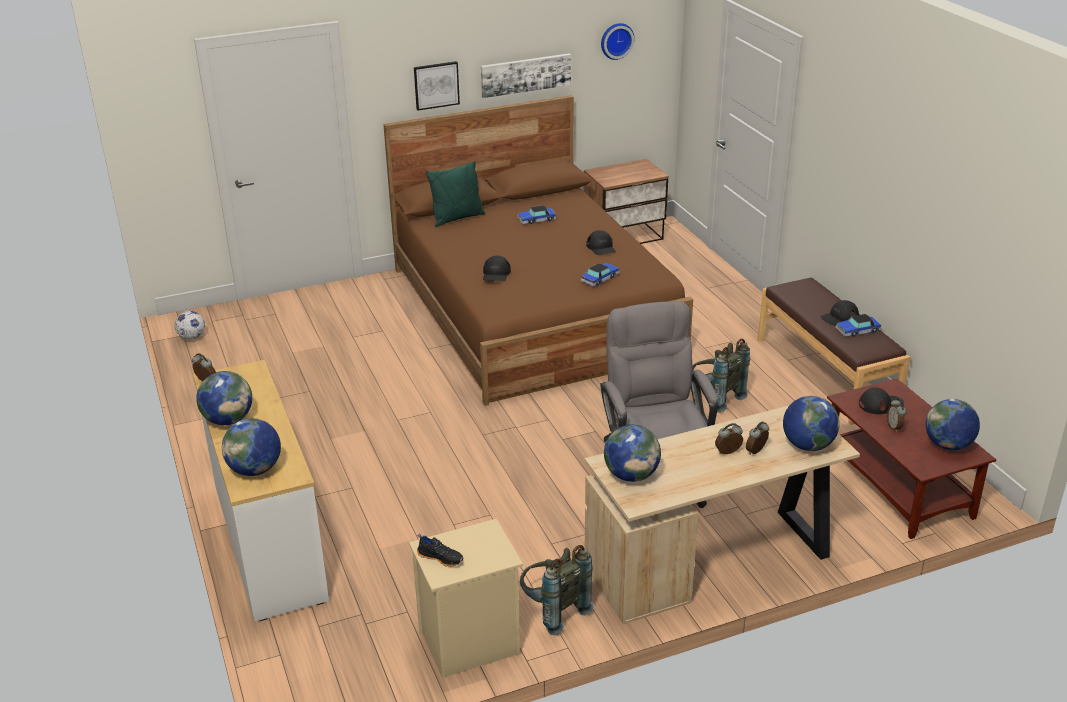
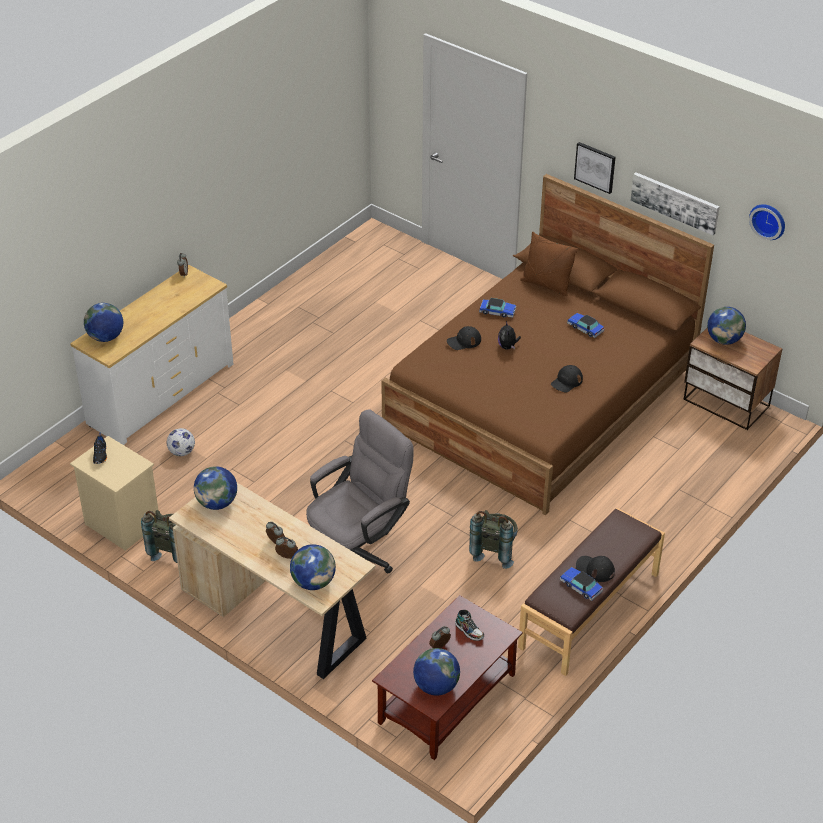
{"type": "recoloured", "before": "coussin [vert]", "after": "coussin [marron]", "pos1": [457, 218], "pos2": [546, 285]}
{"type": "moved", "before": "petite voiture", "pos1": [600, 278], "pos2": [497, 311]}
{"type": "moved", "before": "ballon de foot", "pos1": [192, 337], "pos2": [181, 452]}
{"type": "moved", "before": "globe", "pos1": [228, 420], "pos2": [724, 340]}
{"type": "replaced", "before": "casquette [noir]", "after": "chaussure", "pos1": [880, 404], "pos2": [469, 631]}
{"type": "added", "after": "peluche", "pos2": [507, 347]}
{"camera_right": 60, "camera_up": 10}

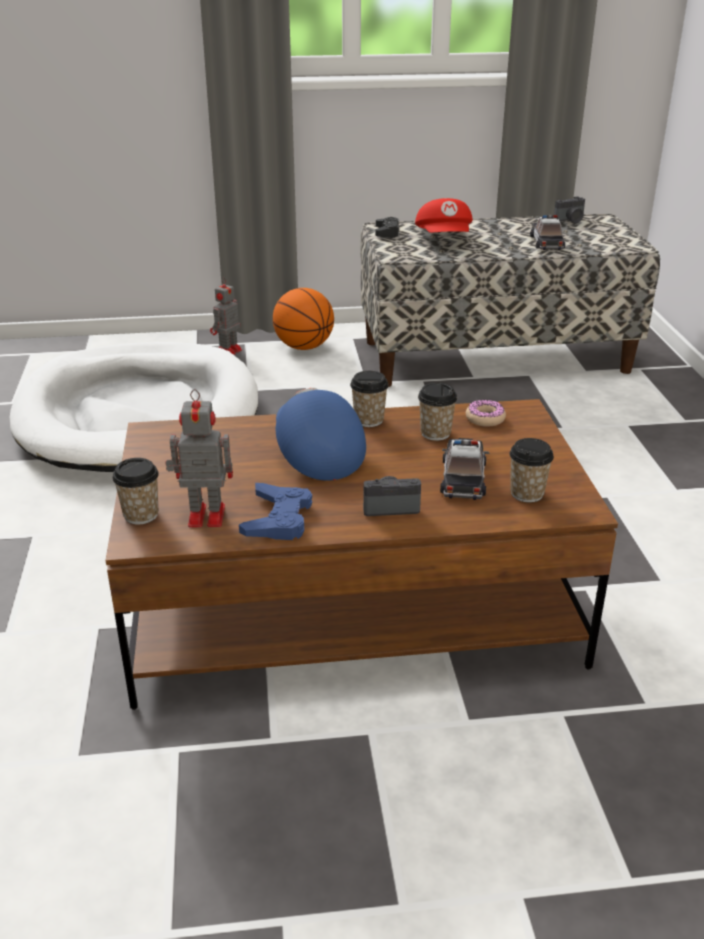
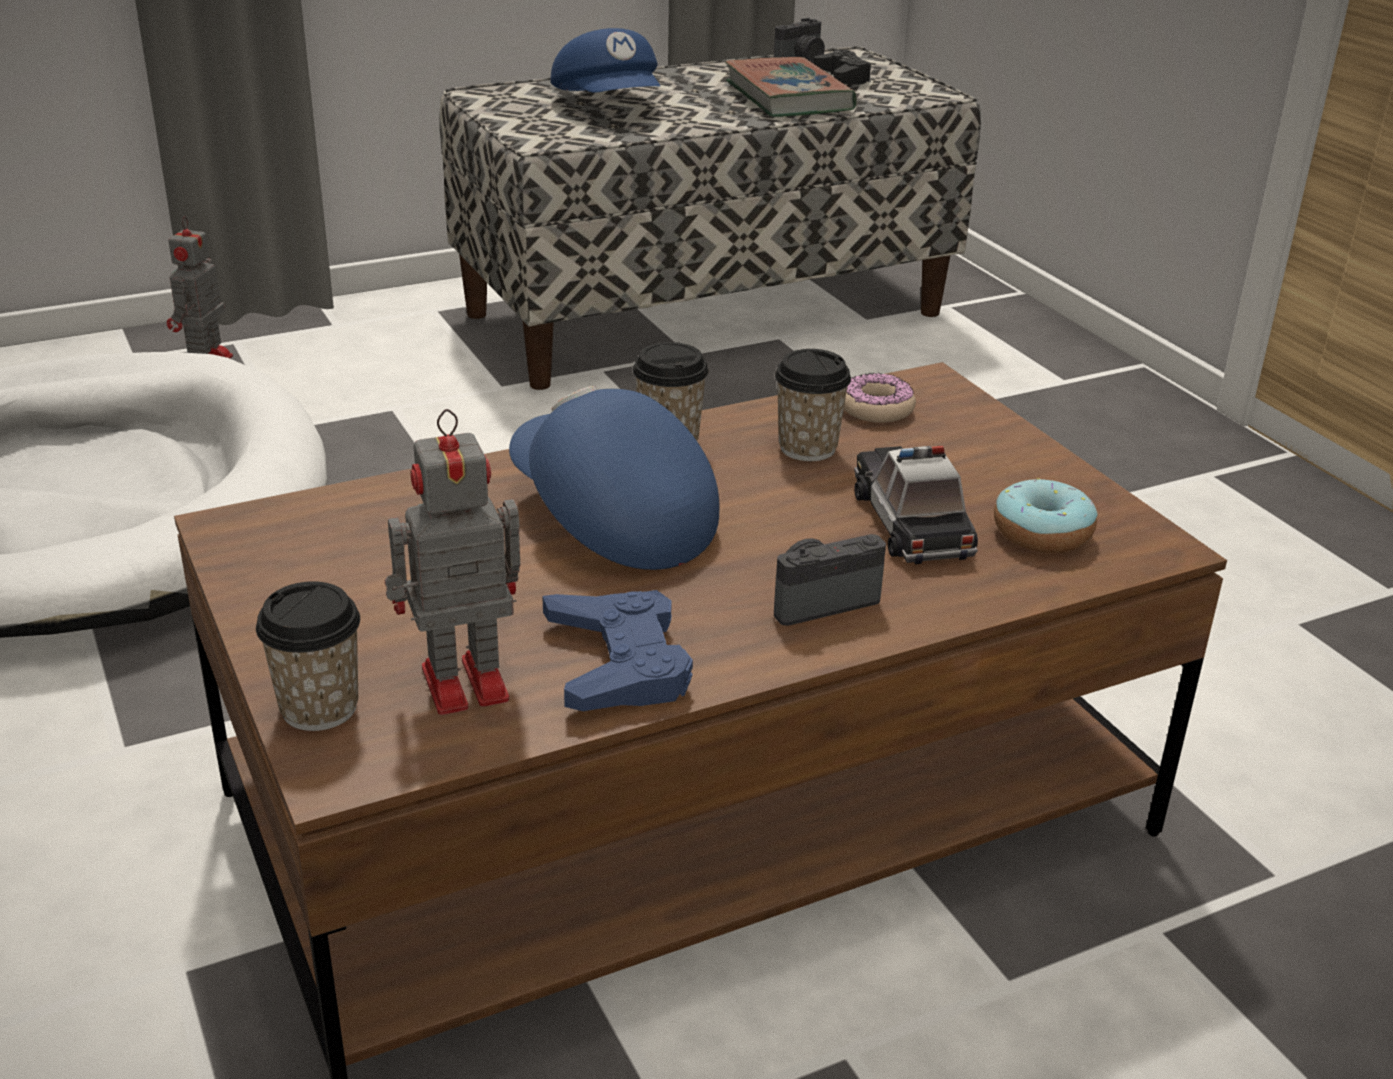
{"type": "recoloured", "before": "casquette [rouge]", "after": "casquette [bleu]", "pos1": [444, 238], "pos2": [610, 105]}
{"type": "replaced", "before": "petite voiture", "after": "livre", "pos1": [547, 242], "pos2": [788, 97]}
{"type": "moved", "before": "manette [noir]", "pos1": [387, 233], "pos2": [842, 77]}
{"type": "removed", "before": "ballon de basket", "pos1": [304, 347]}
{"type": "replaced", "before": "tasse", "after": "beignet", "pos1": [527, 493], "pos2": [1042, 533]}
{"camera_right": -20, "camera_up": 0}

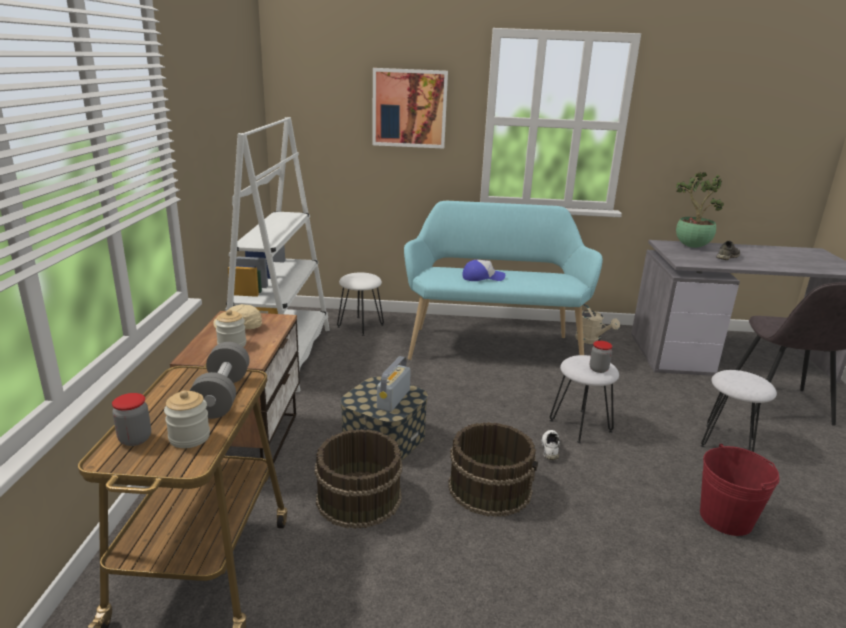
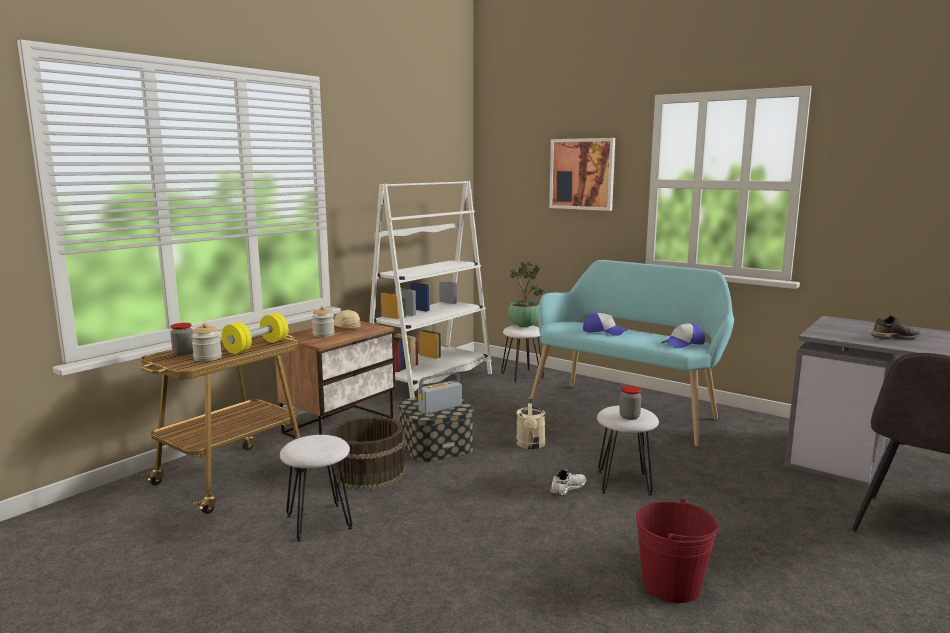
{"type": "moved", "before": "plante en pot", "pos1": [691, 246], "pos2": [523, 326]}
{"type": "moved", "before": "arrosoir [beige]", "pos1": [591, 340], "pos2": [530, 445]}
{"type": "recoloured", "before": "haltère [gris]", "after": "haltère [jaune]", "pos1": [222, 396], "pos2": [256, 346]}
{"type": "moved", "before": "tabouret [blanc]", "pos1": [728, 443], "pos2": [318, 522]}
{"type": "removed", "before": "seau [marron]", "pos1": [490, 488]}
{"type": "added", "after": "casquette", "pos2": [683, 343]}
{"camera_right": 35, "camera_up": -10}

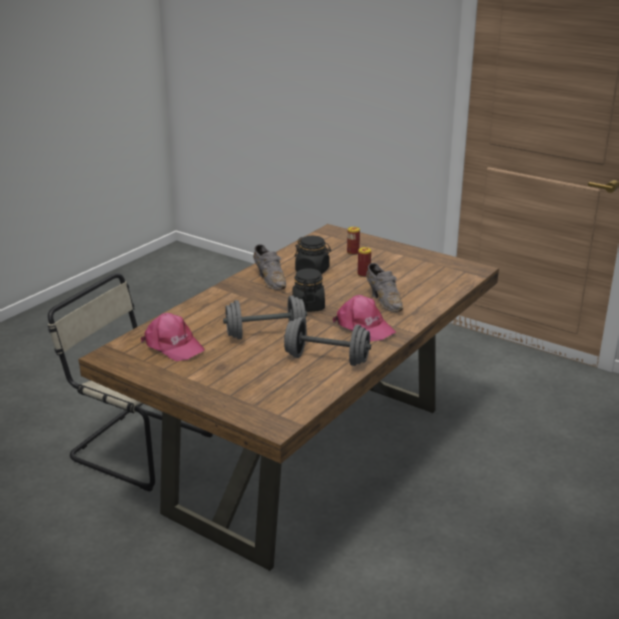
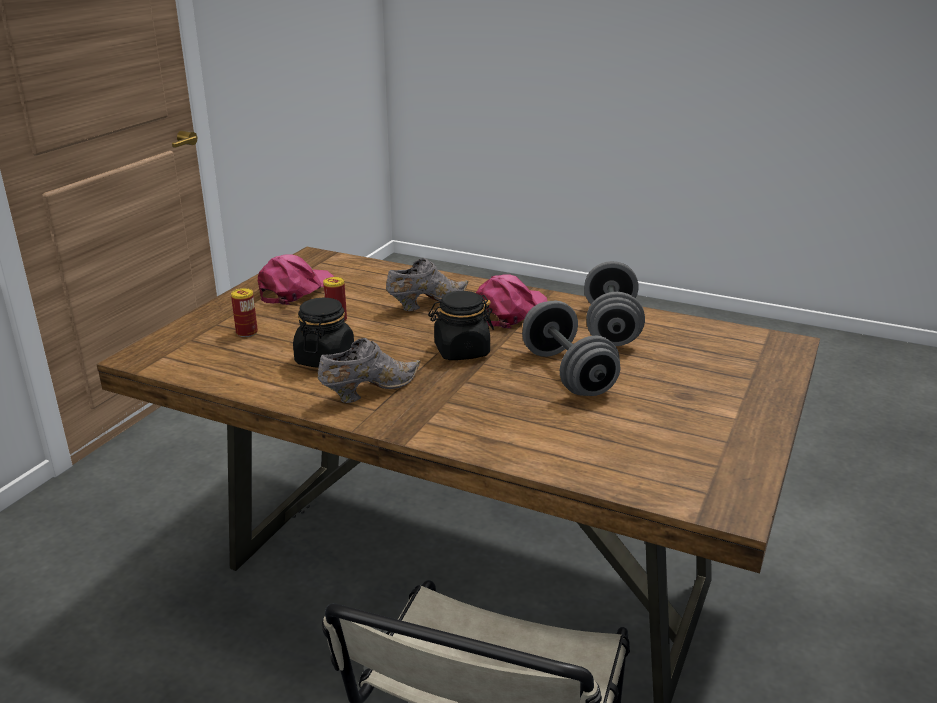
{"type": "moved", "before": "casquette [rose]", "pos1": [173, 345], "pos2": [295, 290]}
{"camera_right": -100, "camera_up": 0}

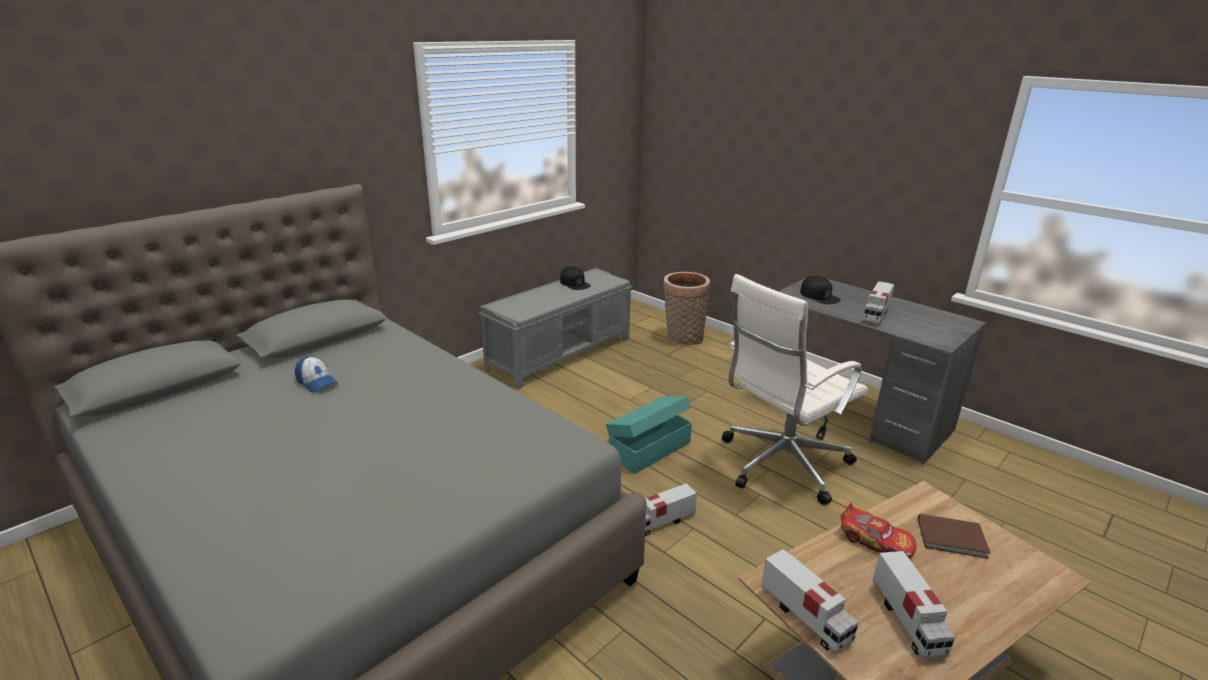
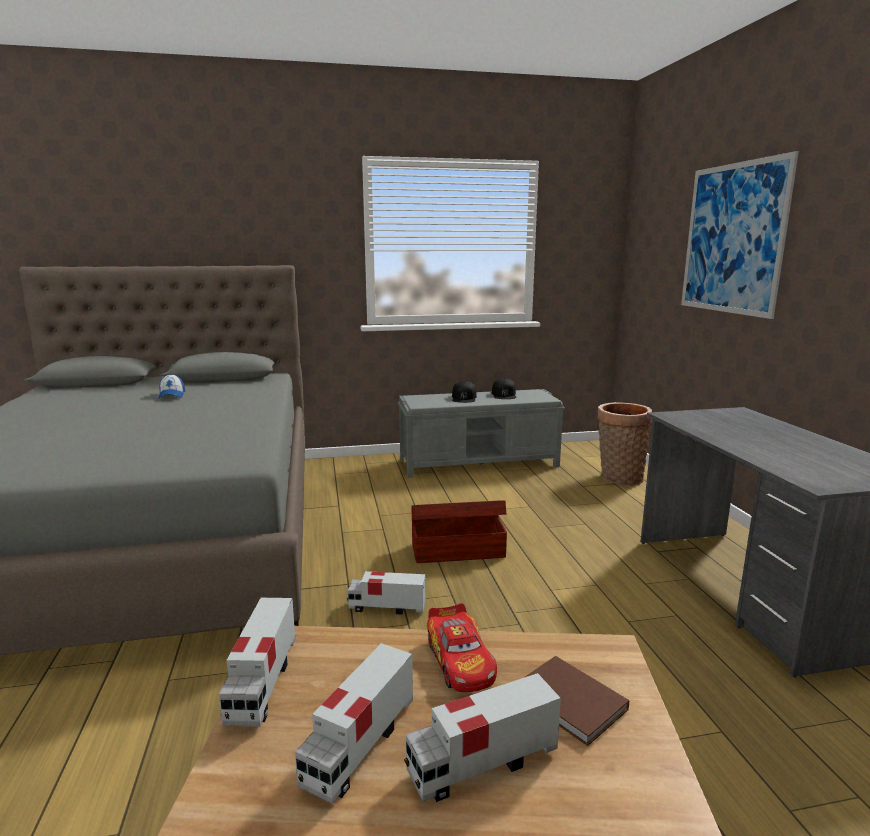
{"type": "removed", "before": "chaise de bureau [blanc]", "pos1": [780, 464]}
{"type": "moved", "before": "casquette [noir]", "pos1": [819, 296], "pos2": [464, 398]}
{"type": "moved", "before": "camion jouet", "pos1": [875, 315], "pos2": [481, 764]}
{"type": "recoloured", "before": "boîte de rangement [turquoise]", "after": "boîte de rangement [marron]", "pos1": [648, 449], "pos2": [456, 550]}
{"type": "added", "after": "tableau", "pos2": [732, 239]}
{"camera_right": 35, "camera_up": -10}

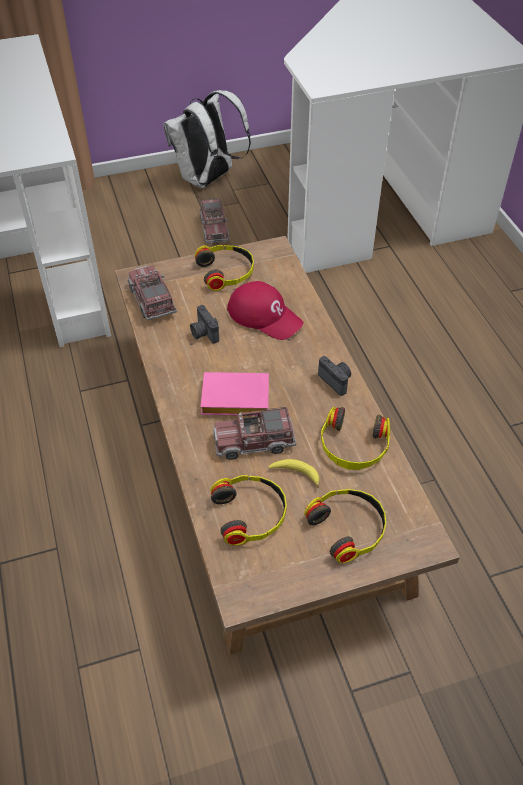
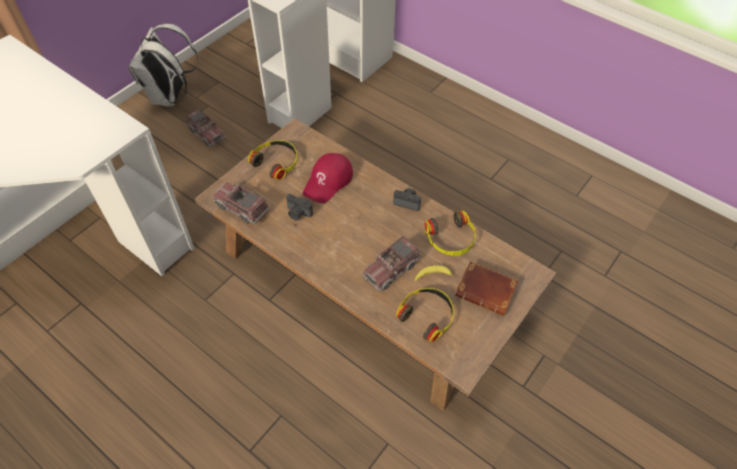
{"type": "turned", "before": "casquette [rouge]", "pos1": [265, 316], "pos2": [328, 181], "turn": 120}
{"type": "removed", "before": "livre [rose]", "pos1": [233, 400]}
{"type": "replaced", "before": "casque audio", "after": "livre [marron]", "pos1": [348, 527], "pos2": [487, 290]}
{"camera_right": -35, "camera_up": 5}

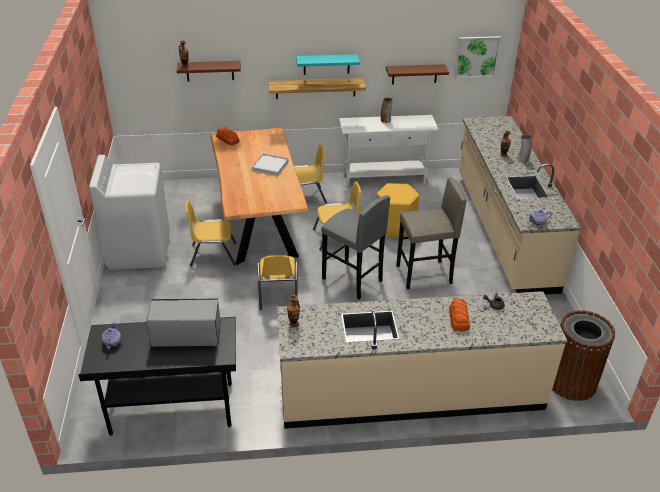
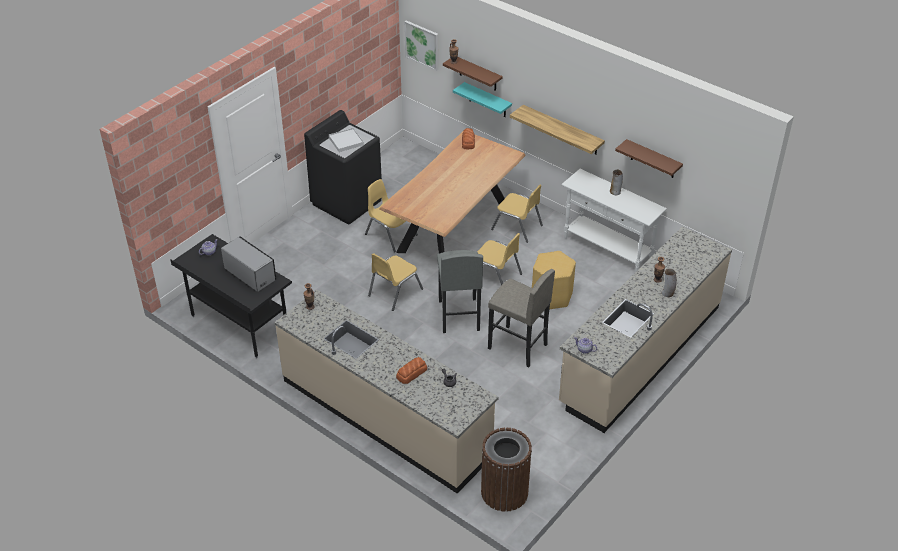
{"type": "moved", "before": "tableau", "pos1": [476, 56], "pos2": [422, 45]}
{"type": "moved", "before": "étagère [turquoise]", "pos1": [326, 64], "pos2": [487, 100]}
{"type": "moved", "before": "plateau [blanc]", "pos1": [270, 166], "pos2": [346, 141]}
{"type": "recoloured", "before": "lave-linge [blanc]", "after": "lave-linge [noir]", "pos1": [139, 251], "pos2": [347, 202]}
{"camera_right": 45, "camera_up": 5}

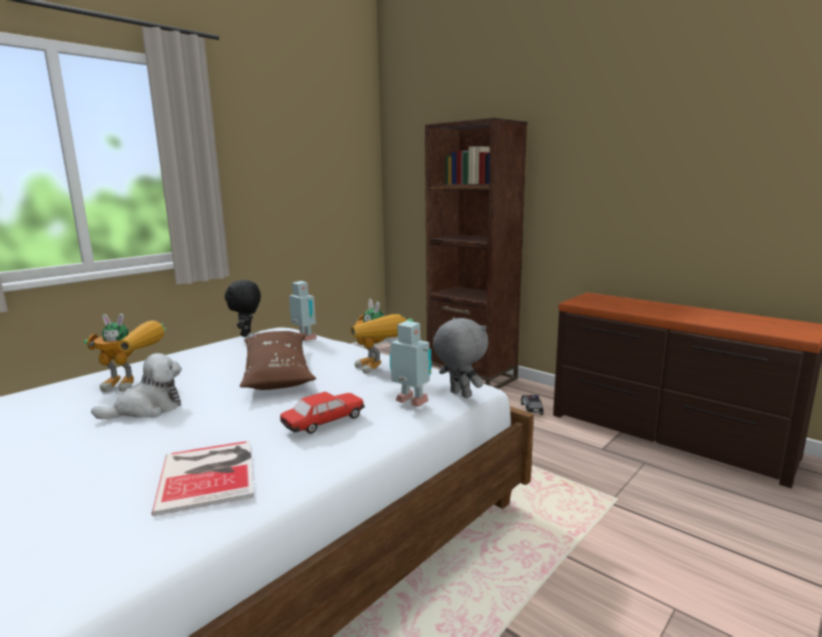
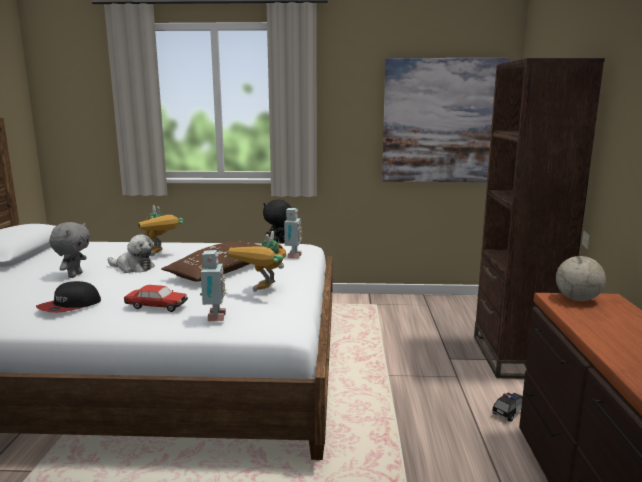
{"type": "moved", "before": "peluche [gris]", "pos1": [459, 395], "pos2": [74, 275]}
{"type": "replaced", "before": "livre", "after": "casquette", "pos1": [210, 473], "pos2": [70, 306]}
{"type": "added", "after": "tableau", "pos2": [443, 121]}
{"type": "added", "after": "globe", "pos2": [577, 299]}
{"camera_right": 50, "camera_up": 0}

